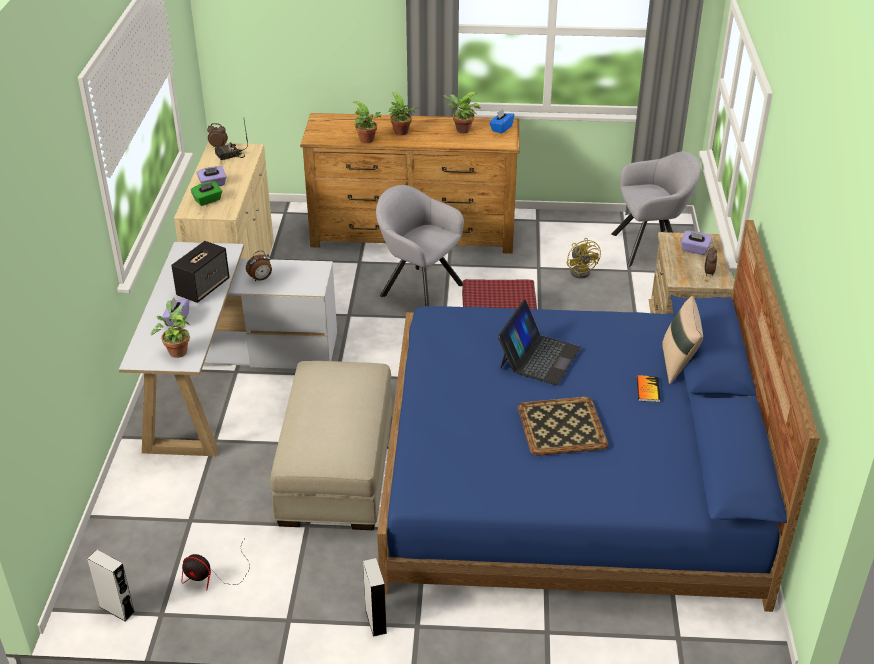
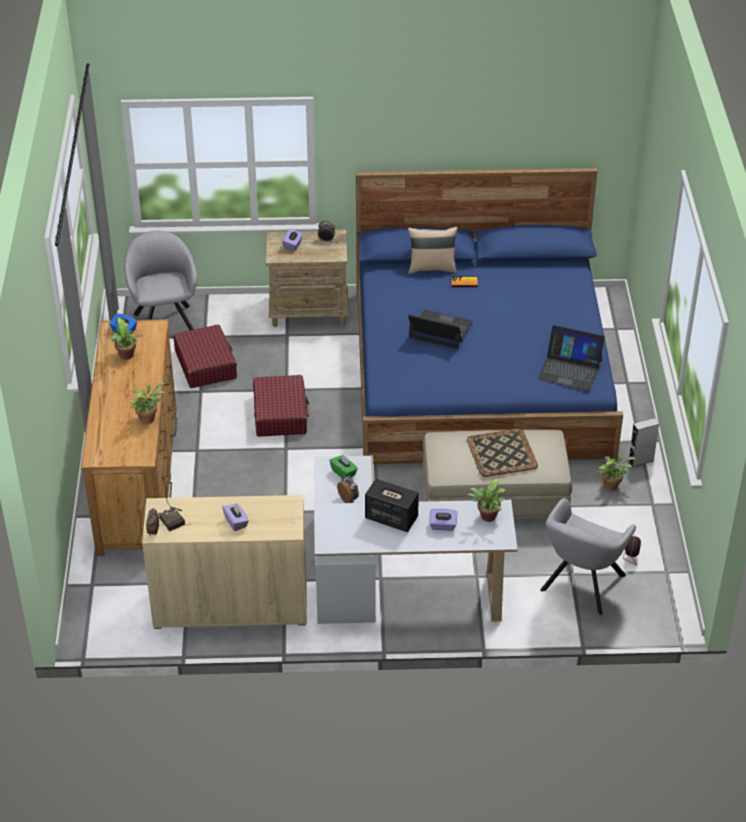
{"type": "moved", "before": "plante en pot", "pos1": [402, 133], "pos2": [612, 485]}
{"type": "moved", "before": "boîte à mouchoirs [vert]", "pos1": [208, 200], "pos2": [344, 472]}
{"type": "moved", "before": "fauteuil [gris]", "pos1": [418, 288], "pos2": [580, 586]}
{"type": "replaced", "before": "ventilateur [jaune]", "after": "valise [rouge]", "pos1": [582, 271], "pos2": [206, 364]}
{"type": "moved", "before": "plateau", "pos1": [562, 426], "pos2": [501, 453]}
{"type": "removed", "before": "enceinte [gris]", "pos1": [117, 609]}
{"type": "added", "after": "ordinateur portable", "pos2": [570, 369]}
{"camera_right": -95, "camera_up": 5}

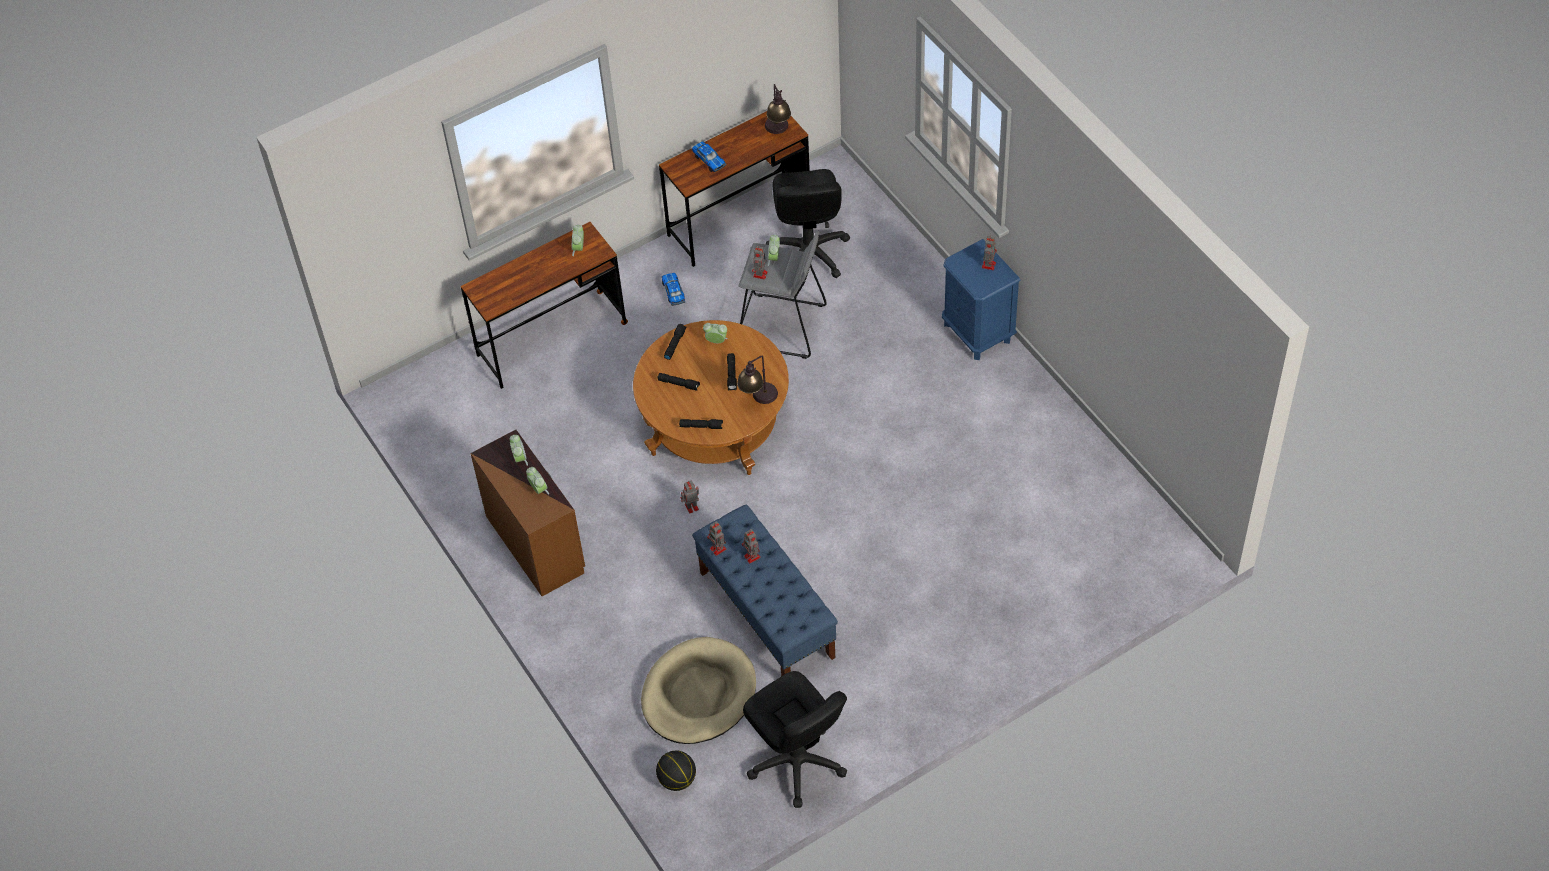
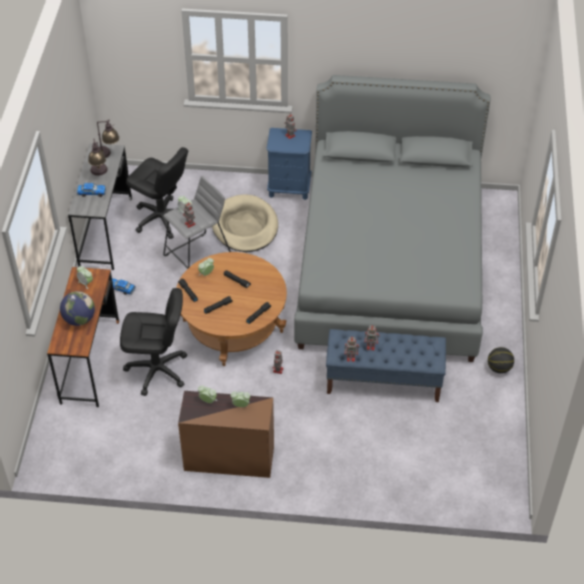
{"type": "recoloured", "before": "bureau [marron]", "after": "bureau [gris]", "pos1": [739, 220], "pos2": [105, 232]}
{"type": "moved", "before": "lampe de table", "pos1": [758, 400], "pos2": [99, 174]}
{"type": "moved", "before": "panier pour chien [beige]", "pos1": [698, 694], "pos2": [245, 226]}
{"type": "moved", "before": "chaise de bureau [noir]", "pos1": [796, 762], "pos2": [157, 370]}
{"type": "moved", "before": "ballon de basket", "pos1": [677, 780], "pos2": [499, 368]}
{"type": "added", "after": "lit [gris]", "pos2": [390, 265]}
{"type": "added", "after": "globe", "pos2": [79, 319]}
{"camera_right": -55, "camera_up": -5}

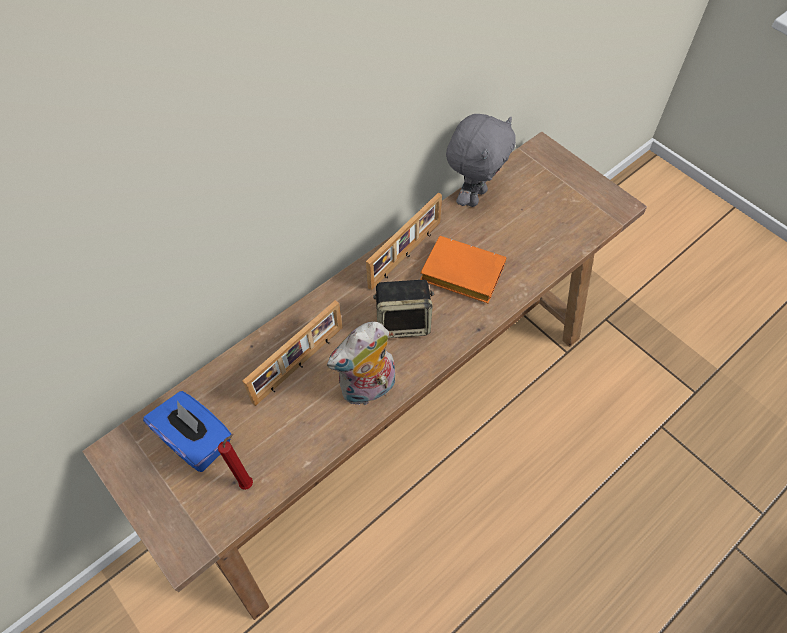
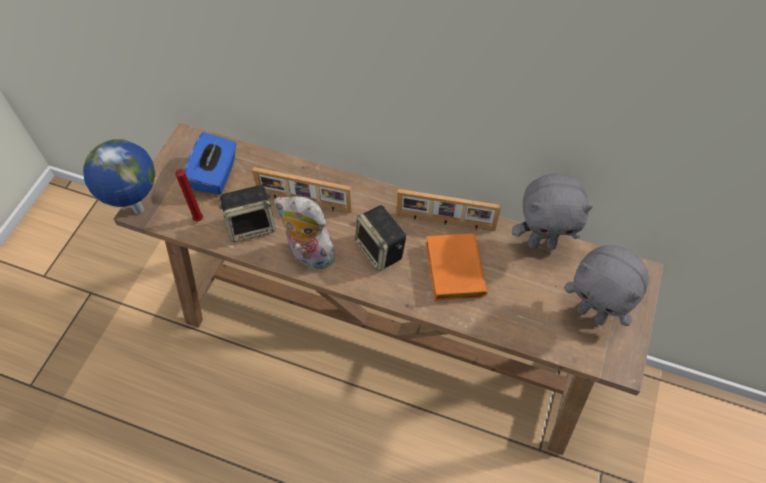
{"type": "added", "after": "globe", "pos2": [138, 211]}
{"type": "added", "after": "enceinte", "pos2": [252, 225]}
{"type": "added", "after": "peluche [gris]", "pos2": [592, 313]}
{"camera_right": 60, "camera_up": 0}

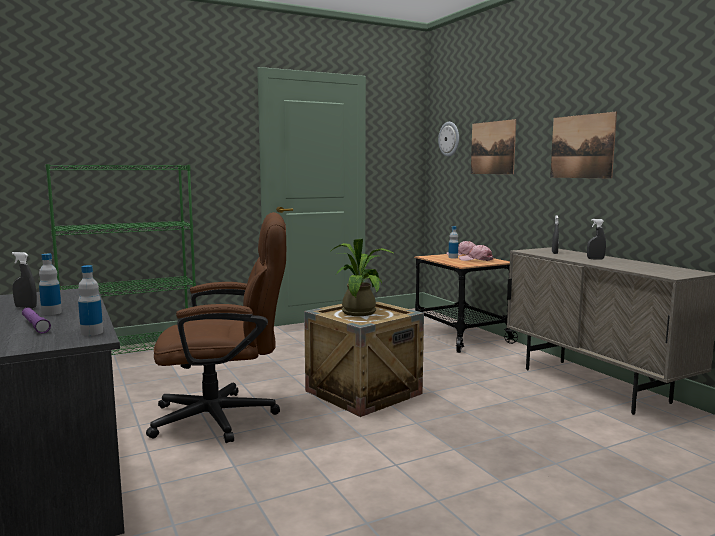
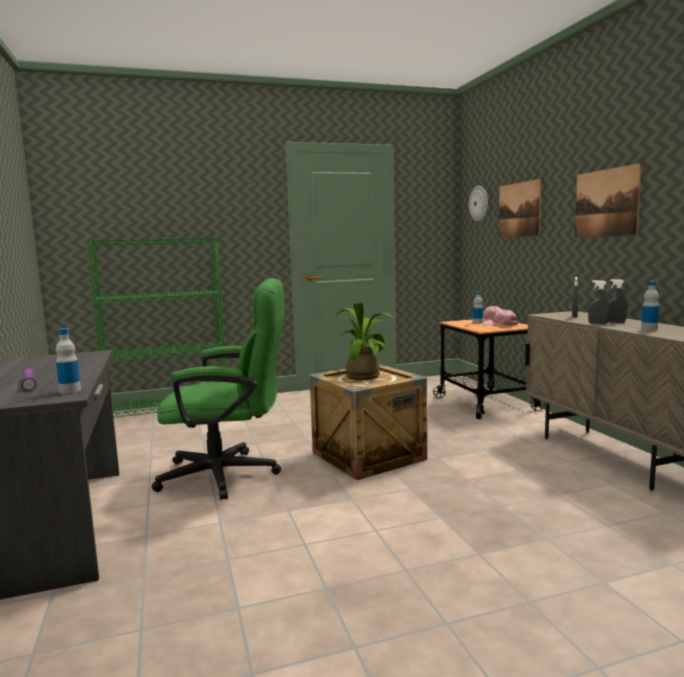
{"type": "recoloured", "before": "chaise de bureau [marron]", "after": "chaise de bureau [vert]", "pos1": [226, 417], "pos2": [230, 475]}
{"type": "moved", "before": "vaporisateur [gris]", "pos1": [26, 307], "pos2": [598, 324]}
{"type": "moved", "before": "bouteille", "pos1": [51, 313], "pos2": [649, 329]}
{"camera_right": 10, "camera_up": 0}

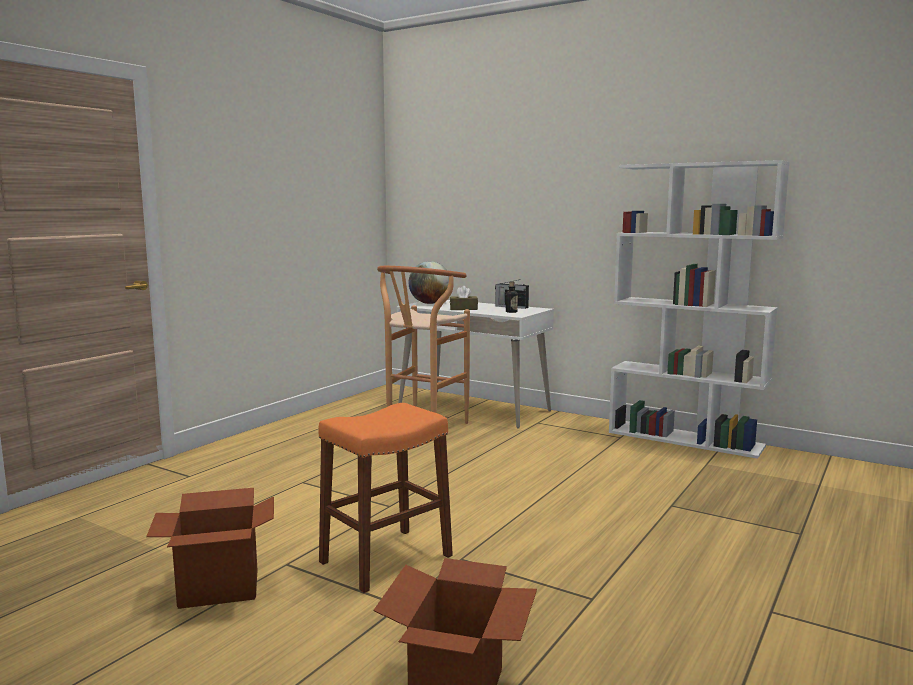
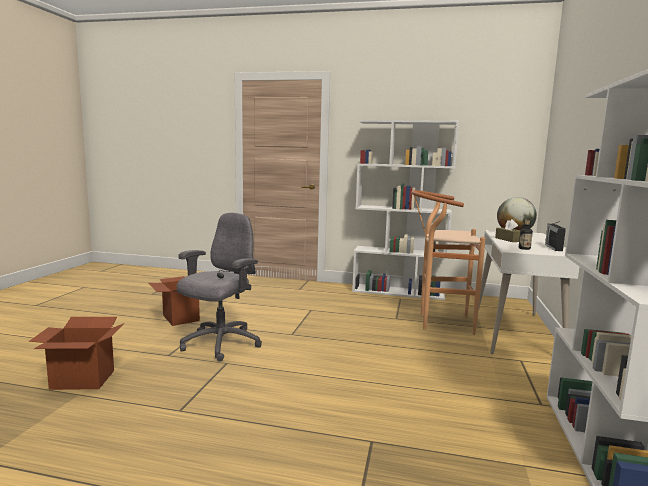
{"type": "replaced", "before": "tabouret [orange]", "after": "chaise de bureau [gris]", "pos1": [386, 559], "pos2": [220, 344]}
{"type": "added", "after": "bibliothèque [blanc]", "pos2": [399, 292]}
{"camera_right": 70, "camera_up": 0}

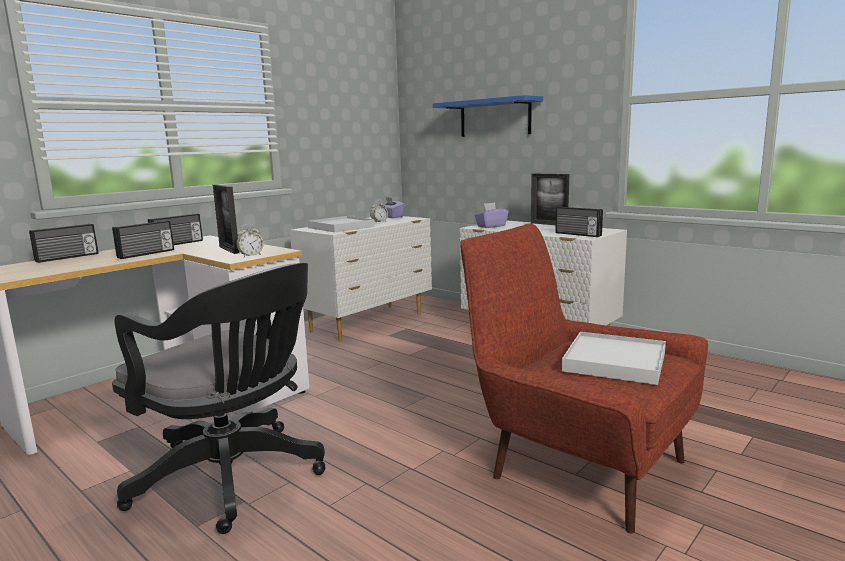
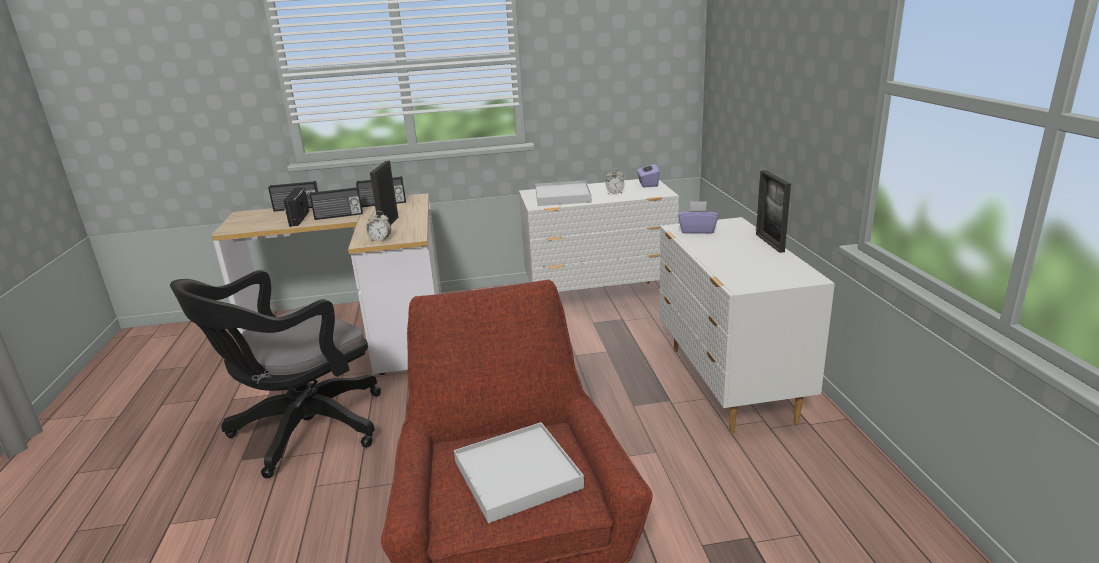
{"type": "removed", "before": "étagère [bleu]", "pos1": [495, 118]}
{"type": "moved", "before": "radio", "pos1": [577, 234], "pos2": [298, 219]}
{"type": "turned", "before": "chaise de bureau [noir]", "pos1": [235, 478], "pos2": [302, 431], "turn": 60}
{"camera_right": 40, "camera_up": 10}

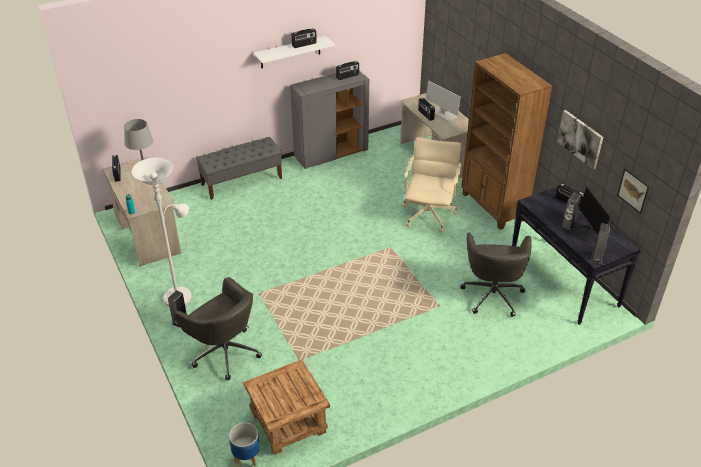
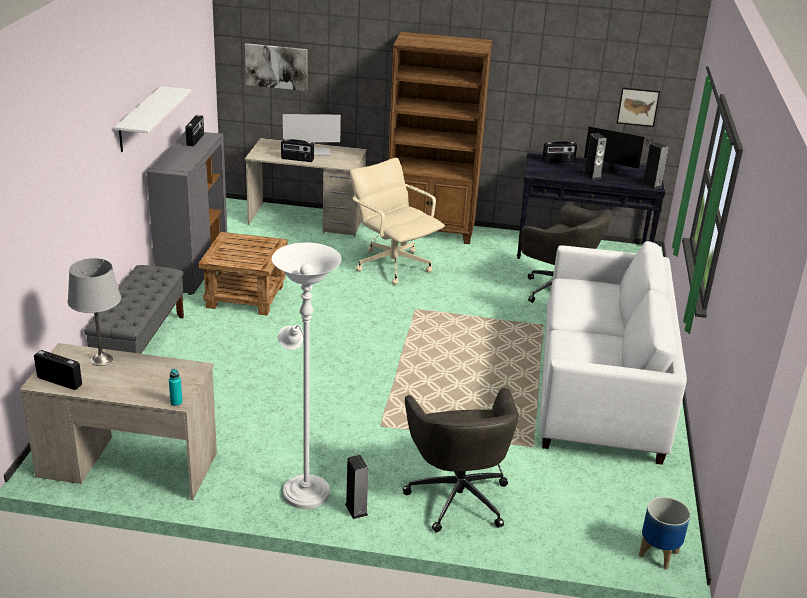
{"type": "removed", "before": "radio", "pos1": [304, 45]}
{"type": "moved", "before": "tableau", "pos1": [580, 139], "pos2": [276, 66]}
{"type": "turned", "before": "chaise de bureau [gris]", "pos1": [224, 352], "pos2": [458, 496], "turn": 90}
{"type": "moved", "before": "table d'appoint [marron]", "pos1": [288, 423], "pos2": [246, 297]}
{"type": "added", "after": "canapé [blanc]", "pos2": [601, 388]}
{"camera_right": -55, "camera_up": -10}

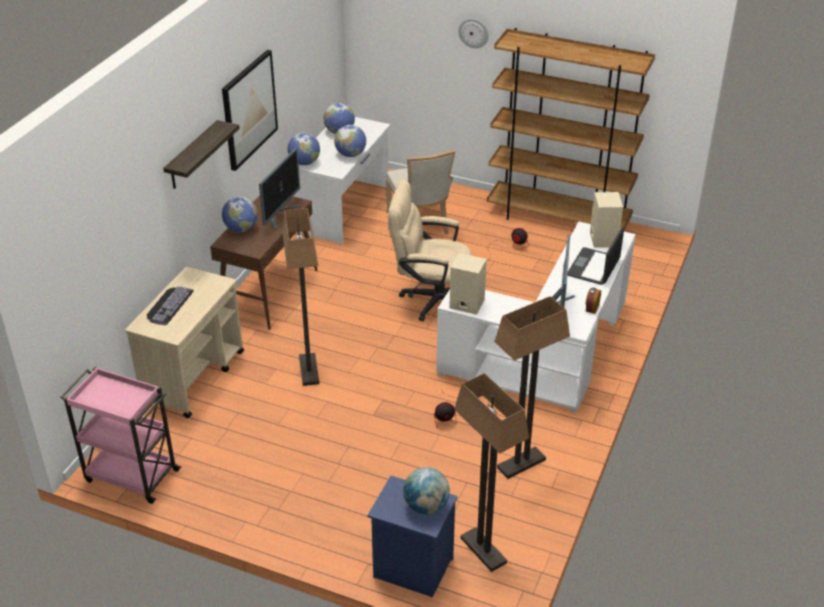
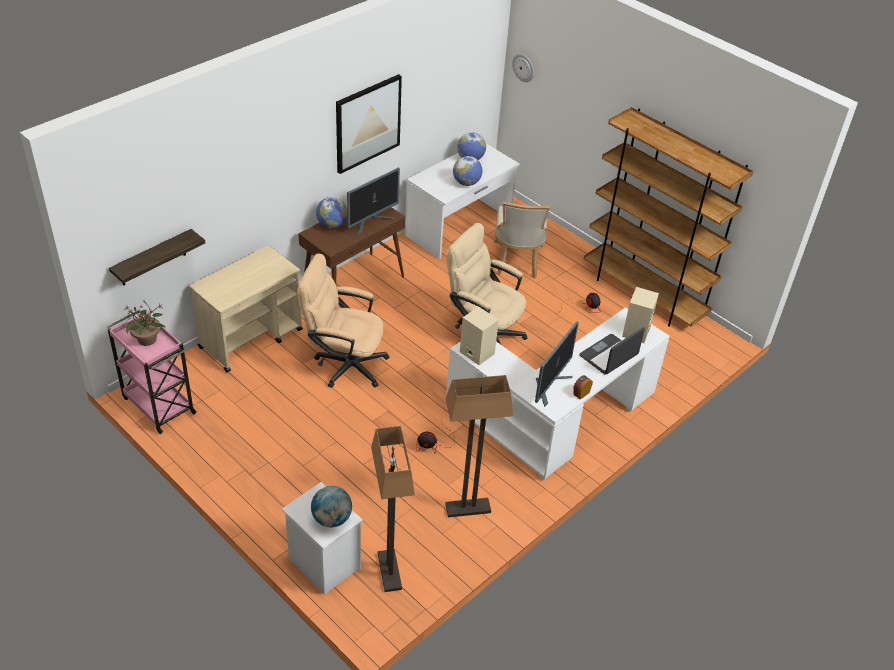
{"type": "moved", "before": "horloge murale", "pos1": [473, 32], "pos2": [523, 67]}
{"type": "moved", "before": "étagère", "pos1": [192, 156], "pos2": [152, 258]}
{"type": "removed", "before": "globe", "pos1": [304, 163]}
{"type": "replaced", "before": "lampadaire", "after": "chaise de bureau [beige]", "pos1": [308, 370], "pos2": [344, 364]}
{"type": "removed", "before": "clavier", "pos1": [168, 305]}
{"type": "recoloured", "before": "table de chevet [bleu]", "after": "table de chevet [blanc]", "pos1": [411, 568], "pos2": [322, 563]}
{"type": "added", "after": "plante en pot", "pos2": [148, 340]}
{"camera_right": 20, "camera_up": 5}

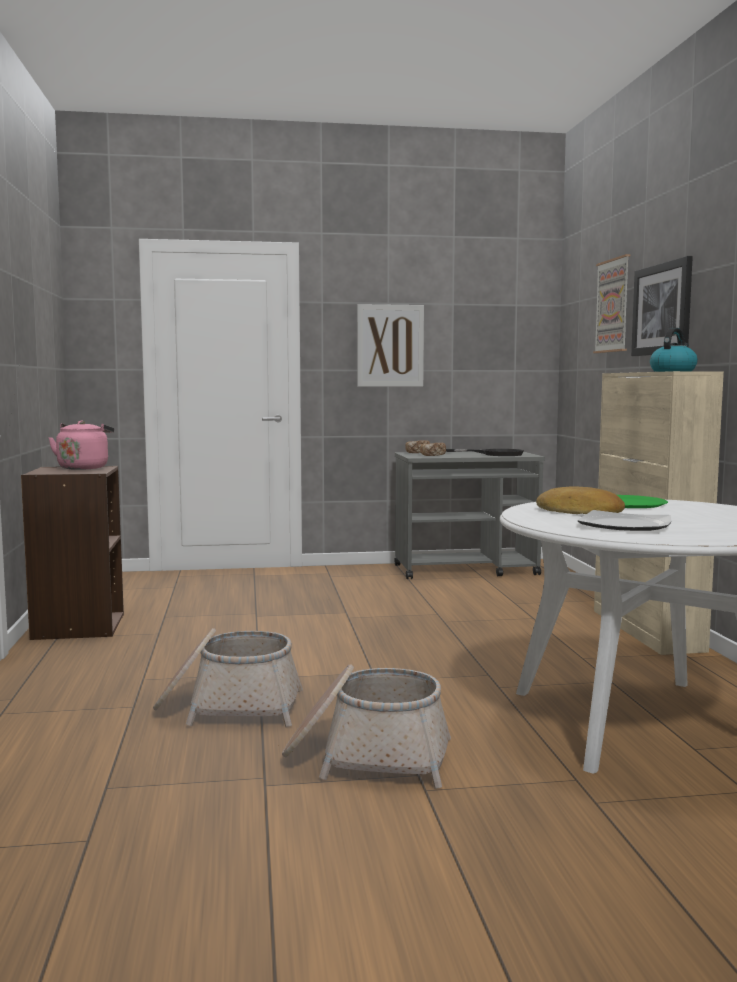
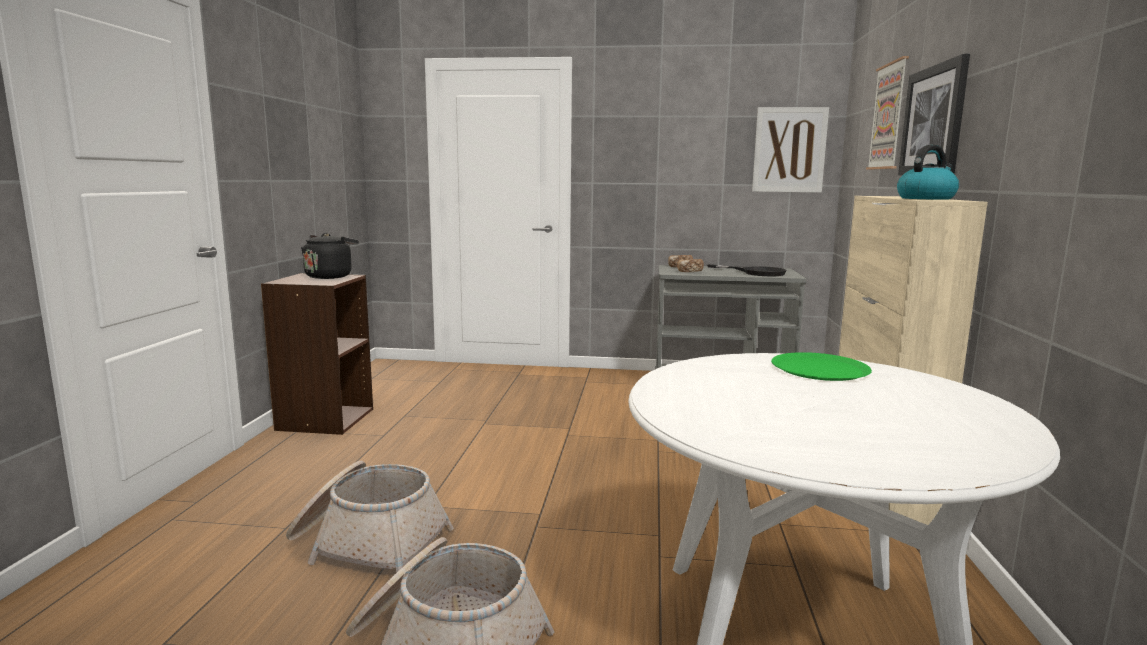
{"type": "moved", "before": "tableau", "pos1": [390, 346], "pos2": [789, 150]}
{"type": "recoloured", "before": "bouilloire [rose]", "after": "bouilloire [noir]", "pos1": [84, 468], "pos2": [330, 276]}
{"type": "removed", "before": "pain", "pos1": [580, 511]}
{"type": "removed", "before": "assiette", "pos1": [624, 525]}
{"camera_right": 15, "camera_up": 5}

